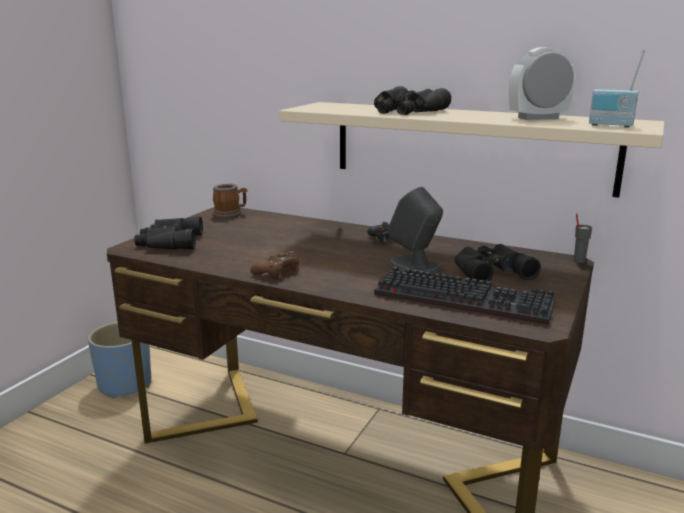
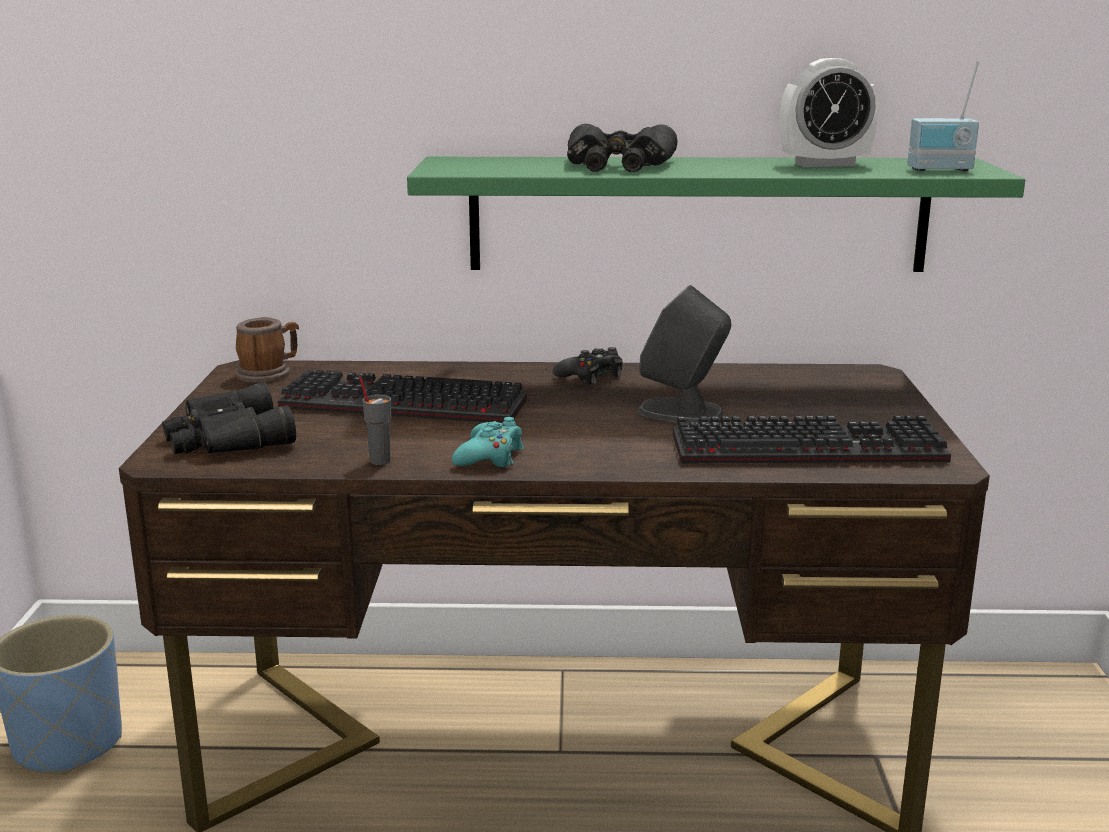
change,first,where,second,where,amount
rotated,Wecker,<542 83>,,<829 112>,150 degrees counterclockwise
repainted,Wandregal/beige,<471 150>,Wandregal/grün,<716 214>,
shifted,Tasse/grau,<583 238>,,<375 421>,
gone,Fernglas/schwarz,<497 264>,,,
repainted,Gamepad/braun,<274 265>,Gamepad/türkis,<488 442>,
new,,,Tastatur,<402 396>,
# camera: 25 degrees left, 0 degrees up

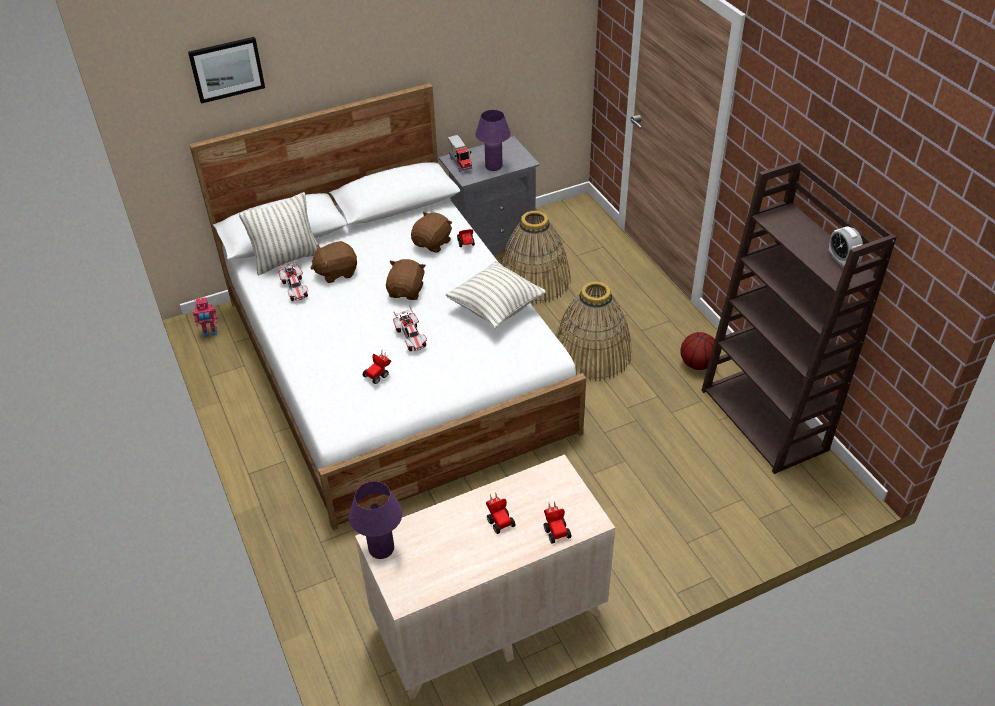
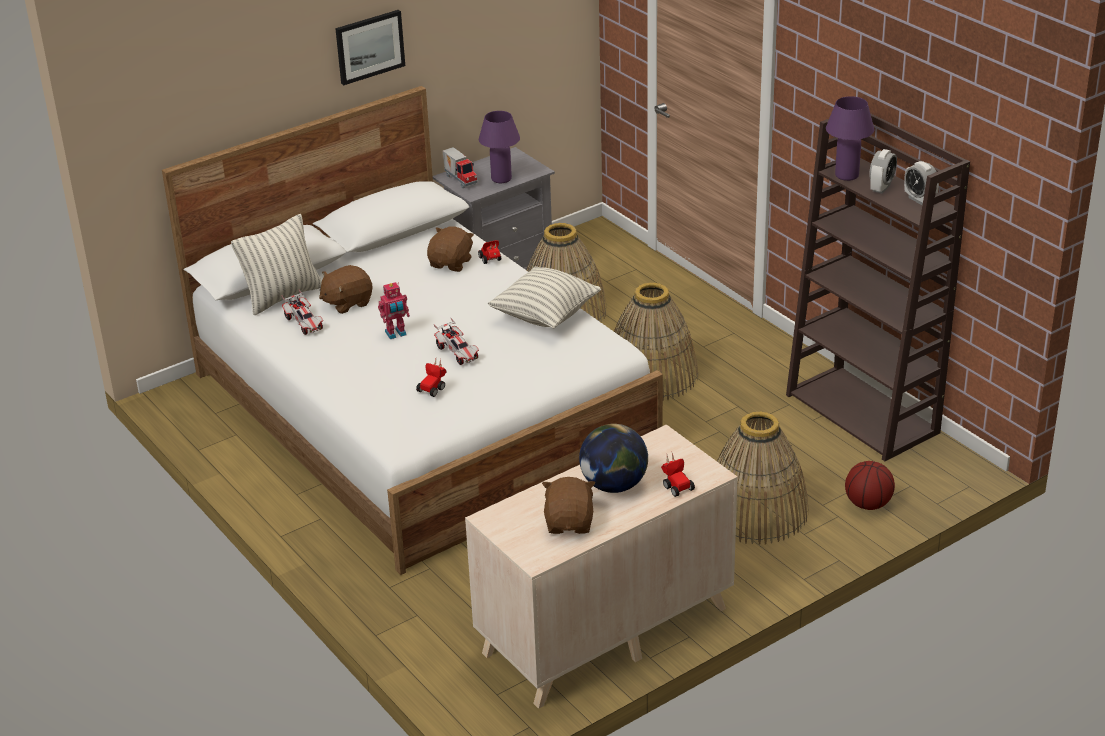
change,first,where,second,where,amount
shifted,Bild,<226 70>,,<370 47>,
shifted,Plüschtier/braun,<406 279>,,<568 505>,
shifted,Spielzeugroboter,<204 317>,,<394 310>,
shifted,Basketball,<697 351>,,<870 485>,
shifted,Tischlampe/lila,<376 520>,,<850 138>,
swapped,Spielzeugauto,<501 513>,Globus,<613 458>,
new,,,Wecker,<883 171>,
new,,,Korb,<762 478>,
# camera: 10 degrees left, 10 degrees down

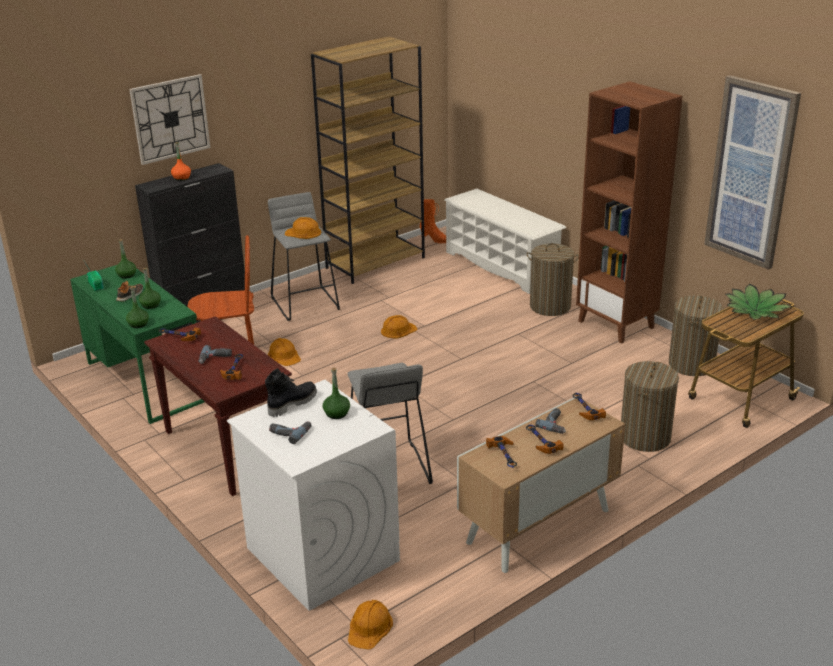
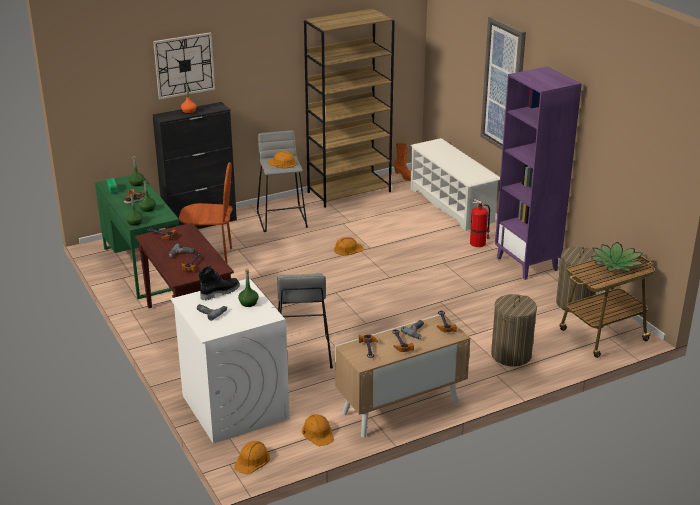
change,first,where,second,where,amount
shifted,Bild,<752 172>,,<503 83>,
repainted,Bücherregal/braun,<629 212>,Bücherregal/lila,<538 173>,
swapped,Wäschekorb,<553 279>,Feuerlöscher,<480 223>,
shifted,Schutzhelm/orange,<284 352>,,<318 430>,
# camera: 10 degrees right, 0 degrees up

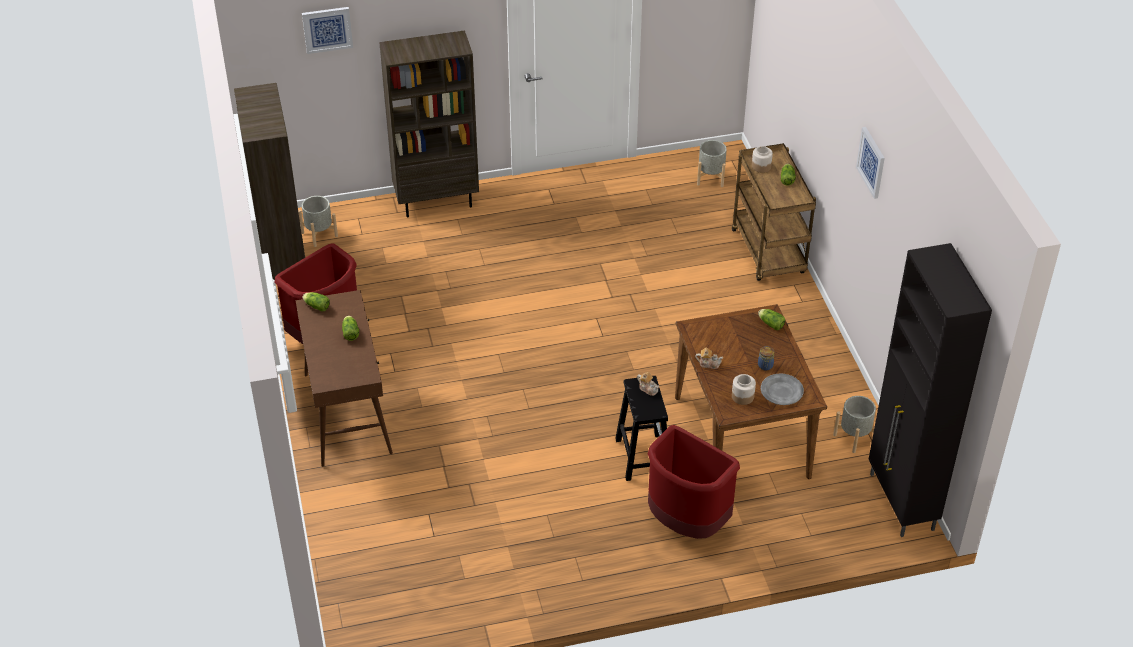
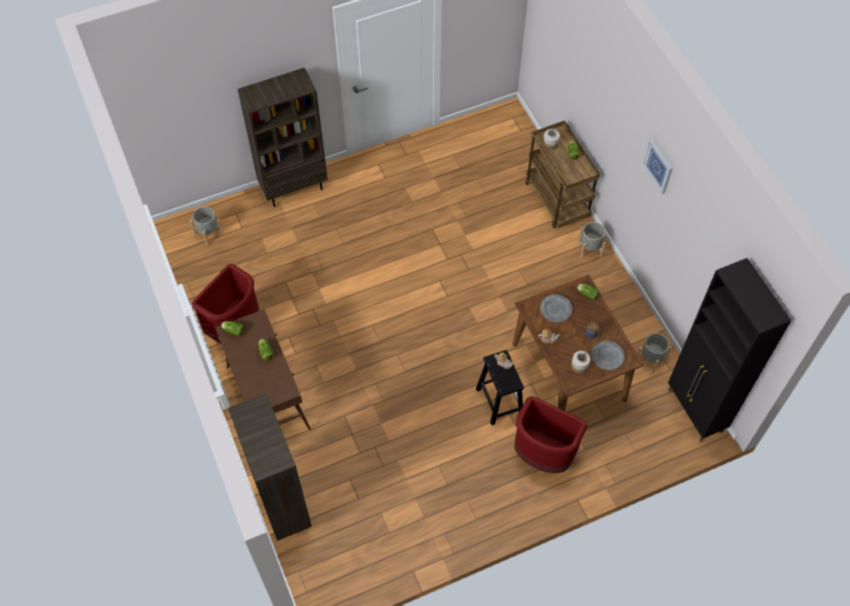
change,first,where,second,where,amount
gone,Bild,<327 30>,,,
shifted,Bücherregal/braun,<269 181>,,<270 467>,
shifted,Pflanzkübel/grau,<712 163>,,<592 240>,
new,,,Teller/grau,<556 308>,
# camera: 10 degrees left, 15 degrees up

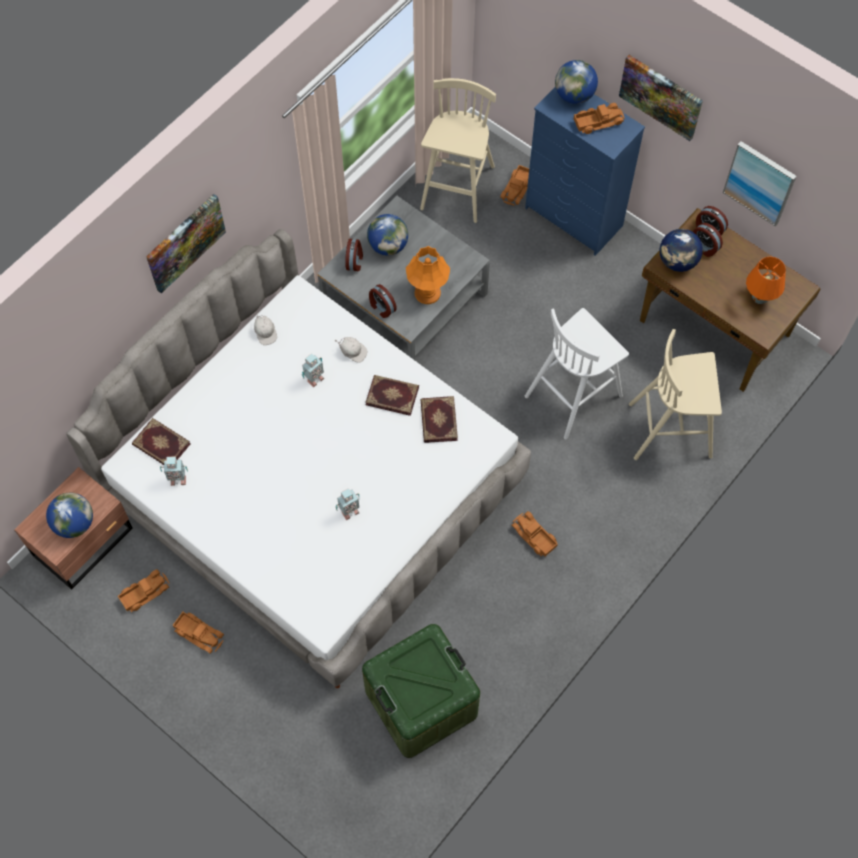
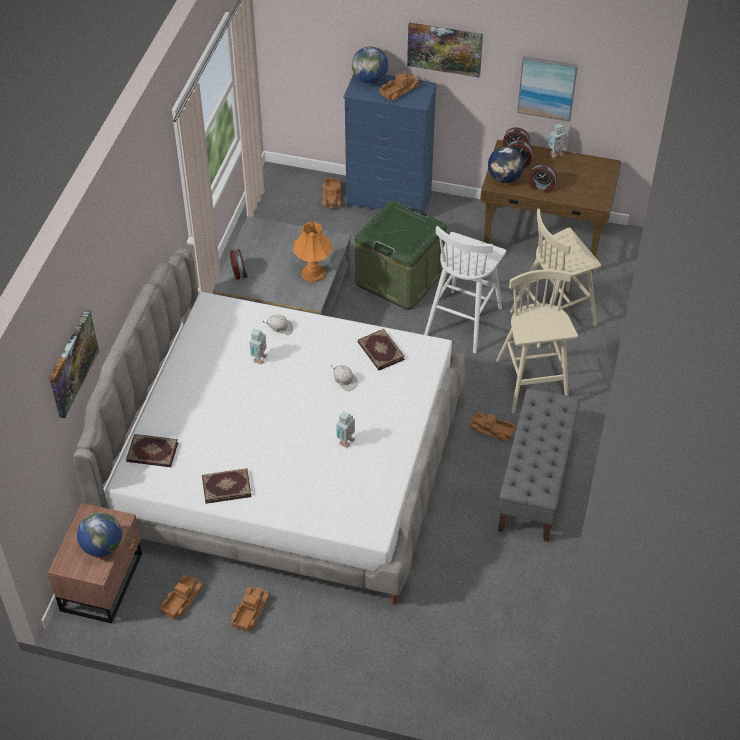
change,first,where,second,where,amount
shifted,Hocker/beige,<458 150>,,<537 341>,
shifted,Bild,<186 243>,,<74 364>,
gone,Globus,<387 235>,,,
gone,Tischlampe/orange,<766 280>,,,
shifted,Wecker,<383 301>,,<543 178>,
shifted,Kappe/weiß,<265 328>,,<344 378>,
shifted,Buch,<392 395>,,<227 486>,
shifted,Spielzeugroboter,<174 471>,,<557 140>,
rotated,Spielzeuglaster,<198 633>,,<250 609>,75 degrees counterclockwise
shifted,Aufbewahrungsbox/grün,<421 691>,,<401 255>,
new,,,Bank/grau,<539 465>,
# camera: 25 degrees left, 15 degrees down

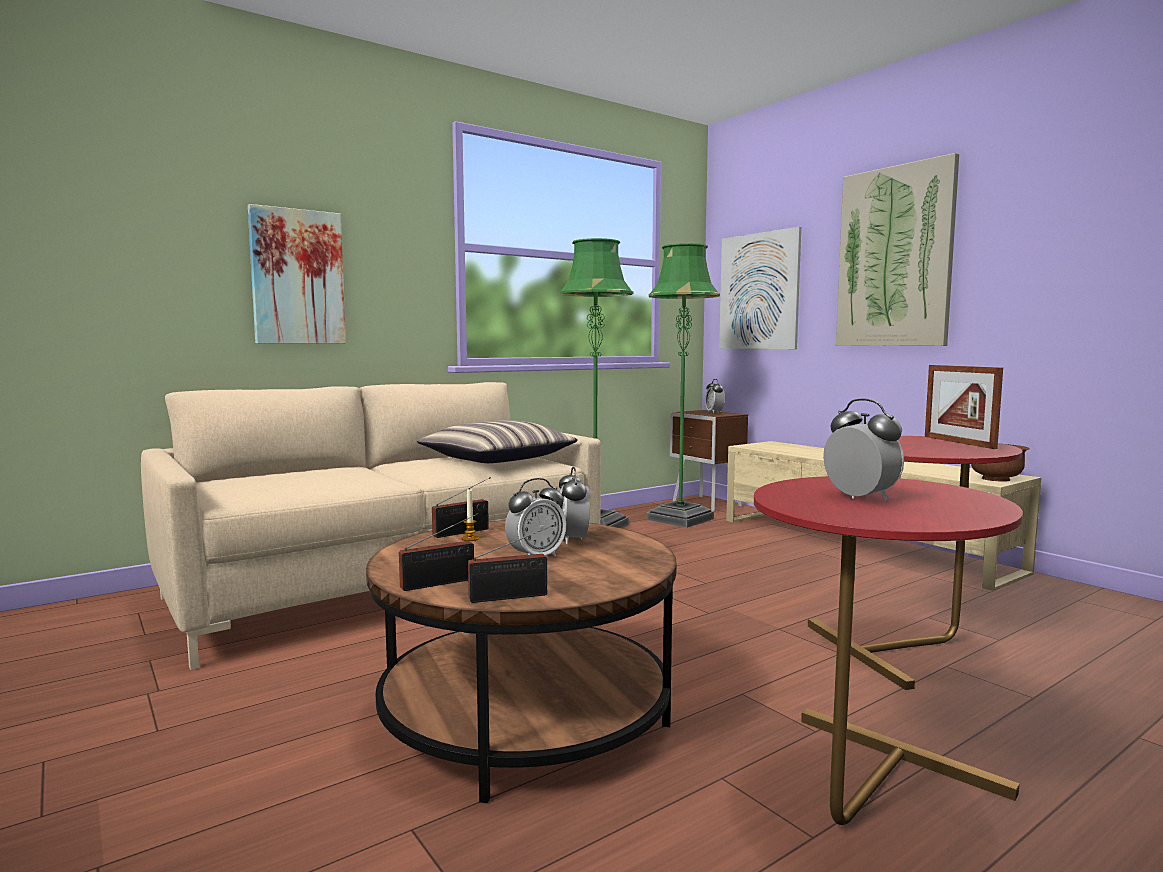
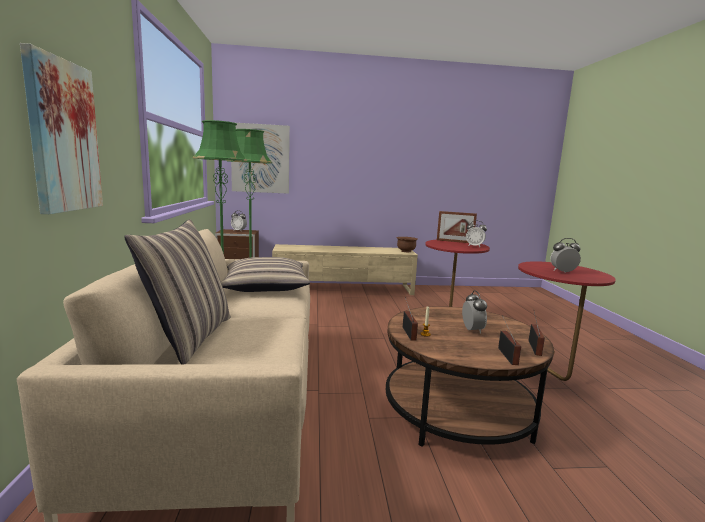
change,first,where,second,where,amount
gone,Bild,<897 249>,,,
shifted,Wecker,<574 505>,,<476 233>,
new,,,Kissen,<177 291>,
# camera: 60 degrees left, 5 degrees up

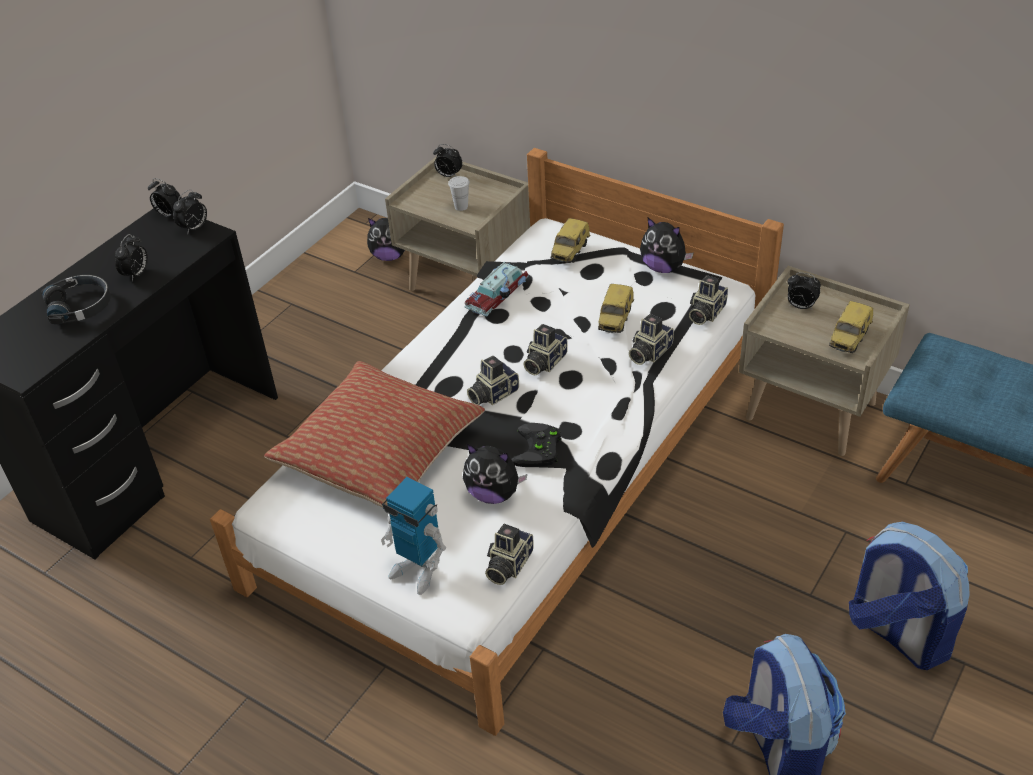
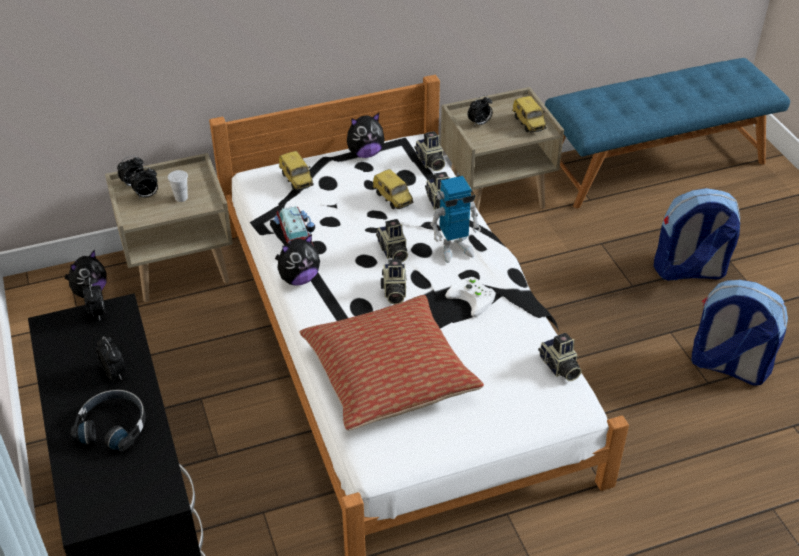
change,first,where,second,where,amount
shifted,Wecker,<165 197>,,<144 182>,
repainted,Gamepad/schwarz,<536 445>,Gamepad/weiß,<470 297>,
shifted,Plüschtier,<495 474>,,<297 260>,
shifted,Spielzeugroboter,<413 536>,,<455 219>,
# camera: 55 degrees left, 0 degrees up

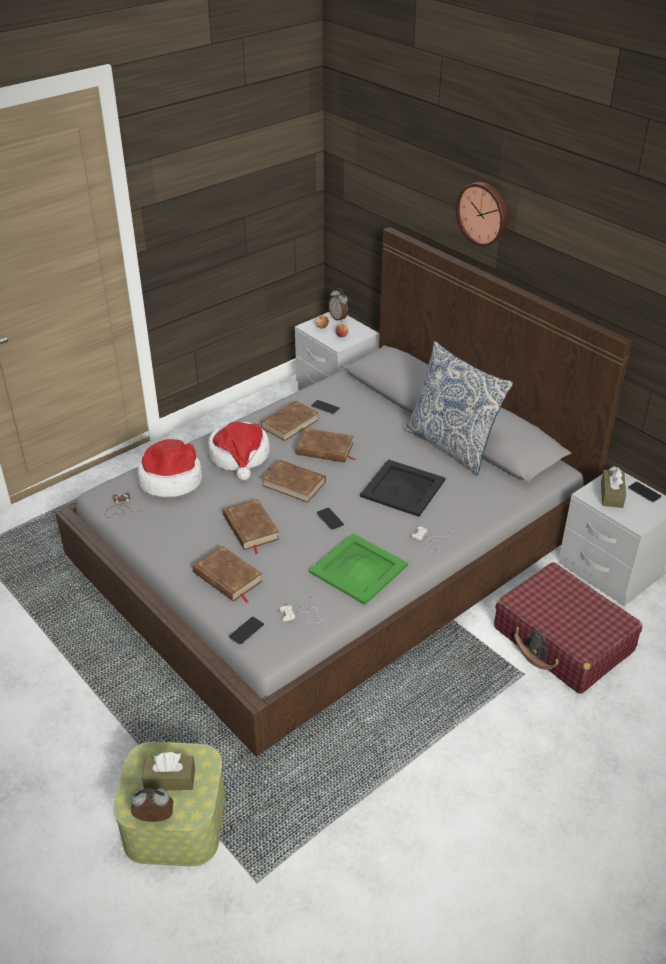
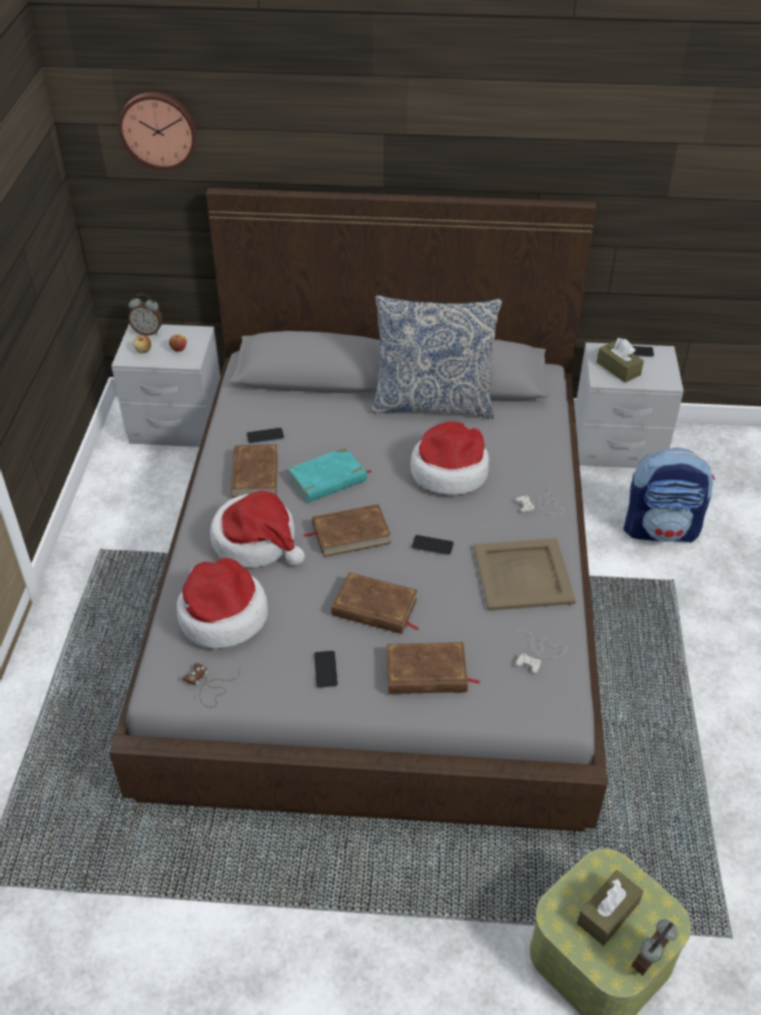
change,first,where,second,where,amount
shifted,Wanduhr,<482 214>,,<158 131>,
repainted,Buch/braun,<326 445>,Buch/türkis,<330 475>,
swapped,Tablett/schwarz,<403 488>,Hut,<449 458>,
repainted,Tablett/grün,<358 569>,Tablett/beige,<525 574>,
swapped,Koffer/rot,<568 628>,Rucksack,<669 495>,
shifted,Handy,<246 631>,,<326 669>,
# camera: 45 degrees left, 5 degrees up

